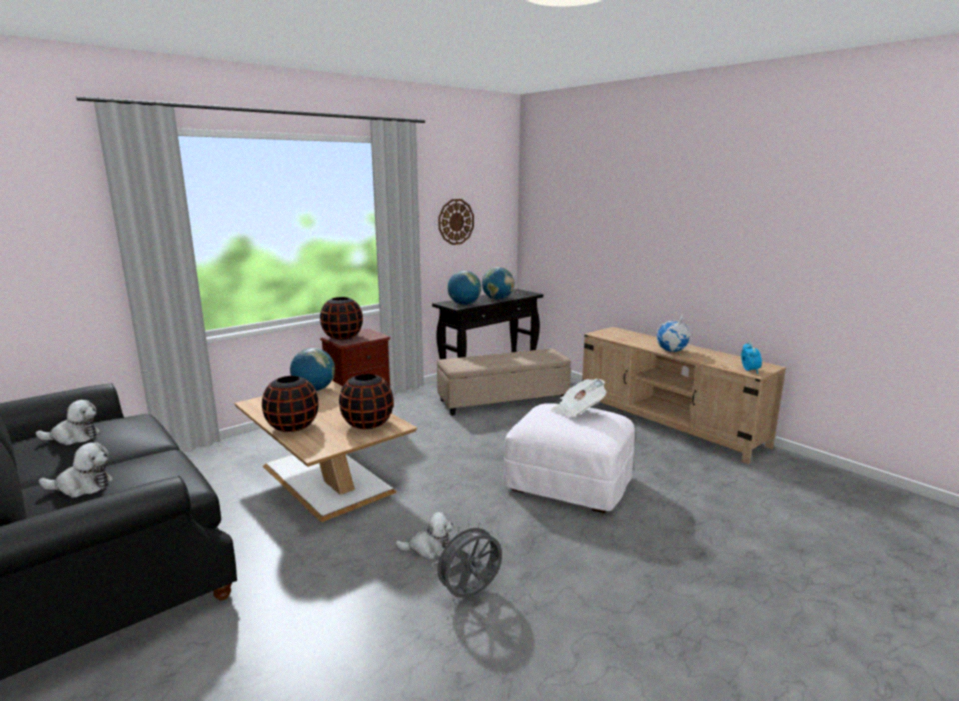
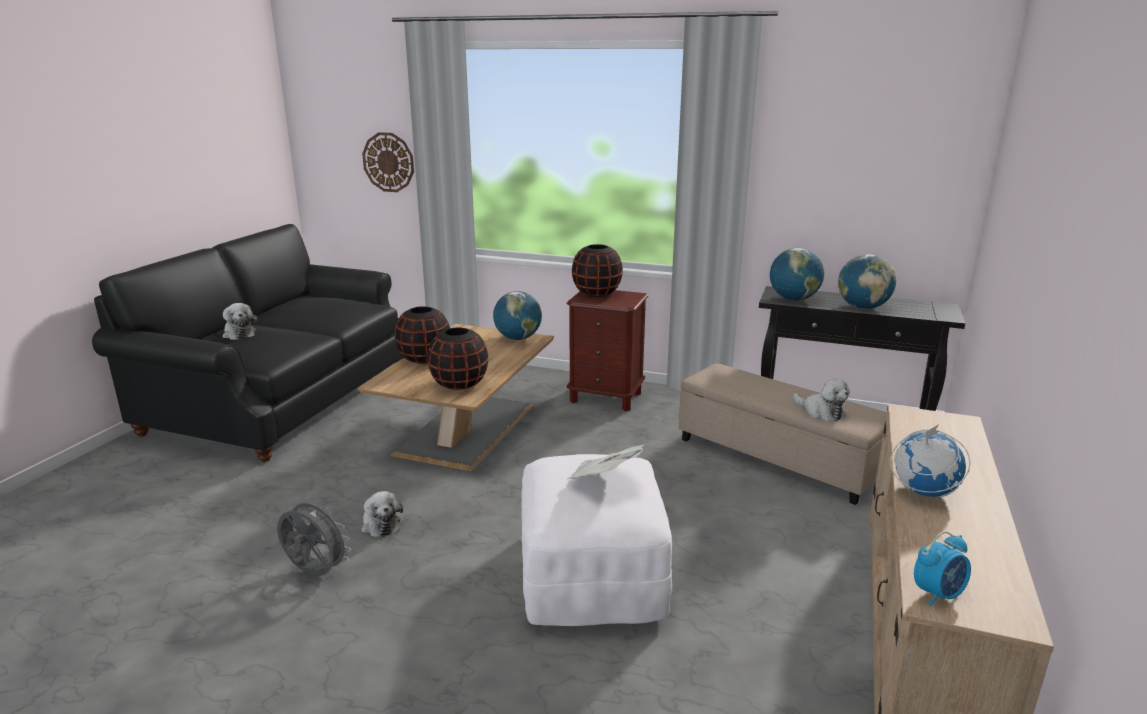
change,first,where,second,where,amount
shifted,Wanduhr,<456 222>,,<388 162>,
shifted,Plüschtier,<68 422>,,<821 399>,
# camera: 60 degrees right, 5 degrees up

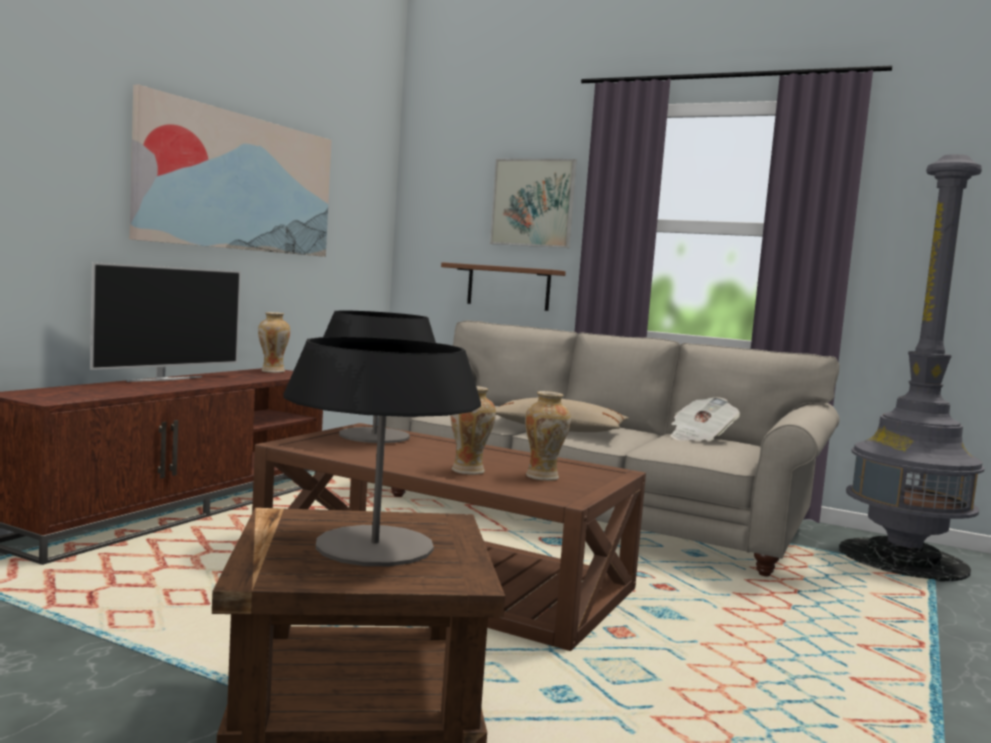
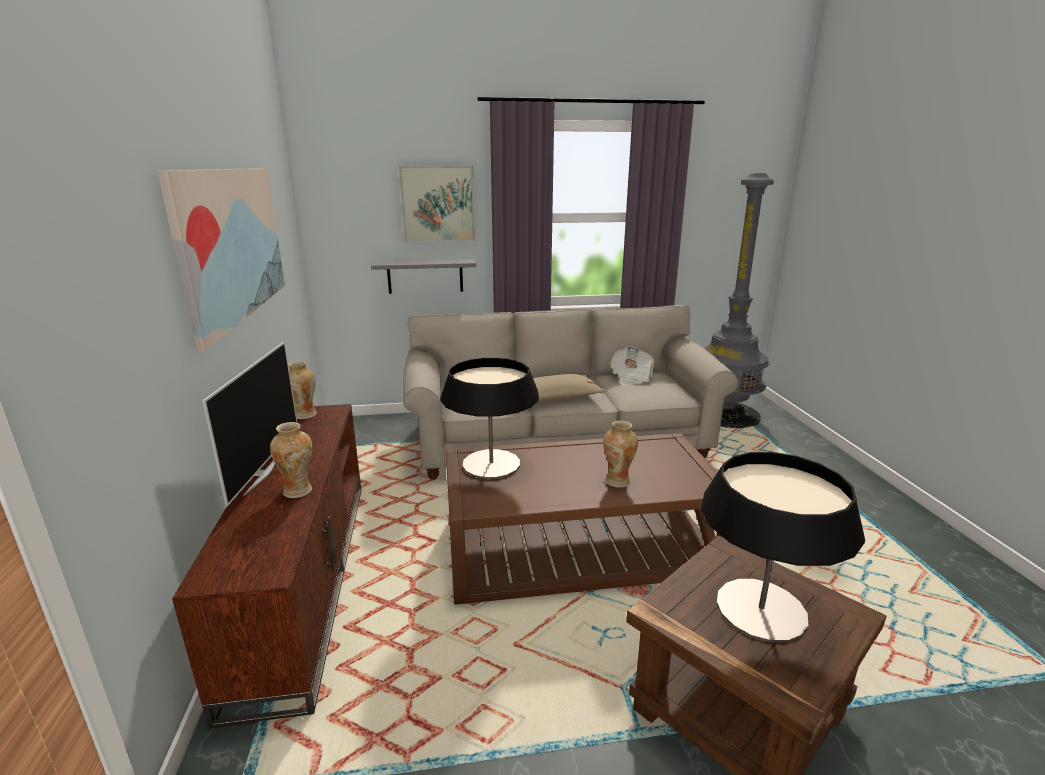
change,first,where,second,where,amount
repainted,Wandregal/braun,<503 286>,Wandregal/grau,<423 276>,
shifted,Vase,<548 436>,,<291 460>,
# camera: 35 degrees left, 15 degrees up

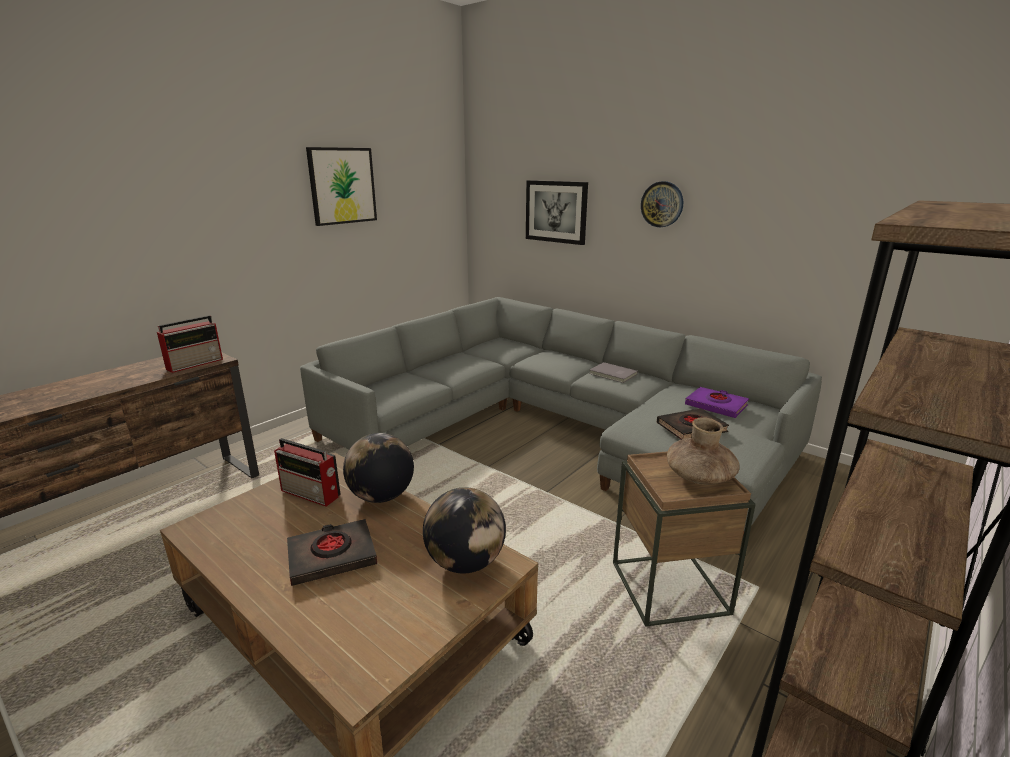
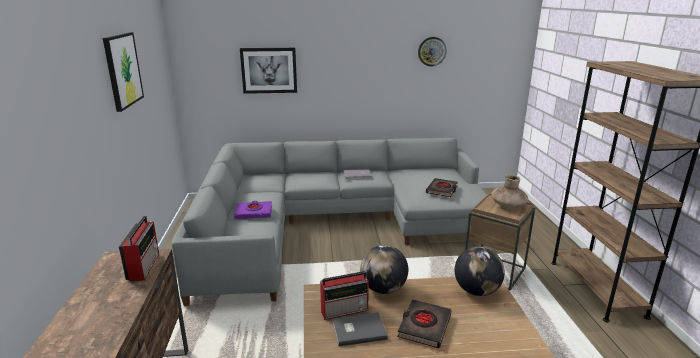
change,first,where,second,where,amount
shifted,Wanduhr,<662 204>,,<432 51>,
shifted,Buch/lila,<717 402>,,<253 210>,
new,,,Buch/grau,<360 329>,
# camera: 45 degrees left, 0 degrees up

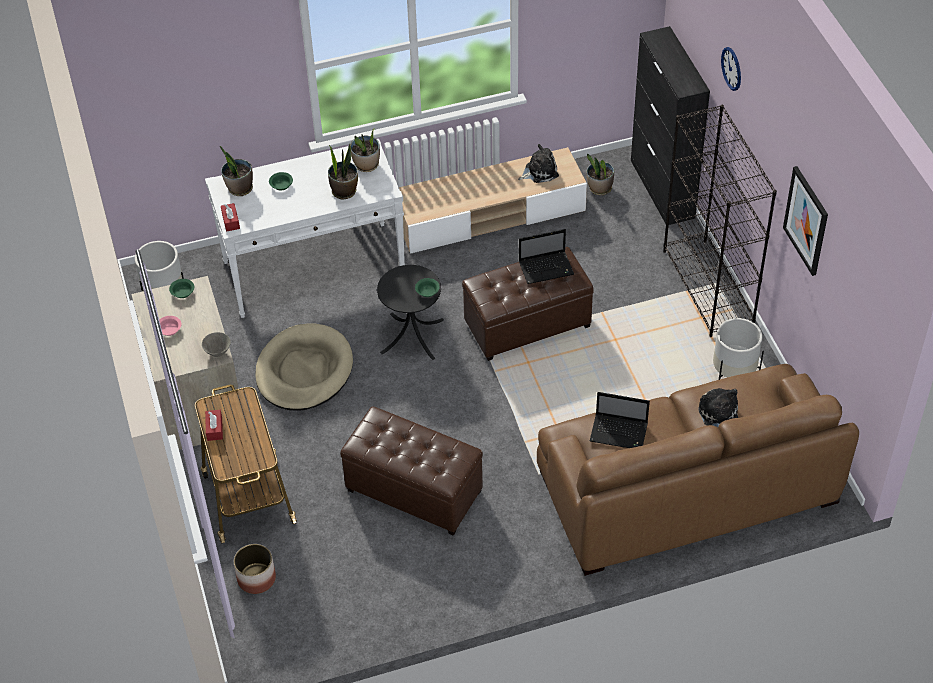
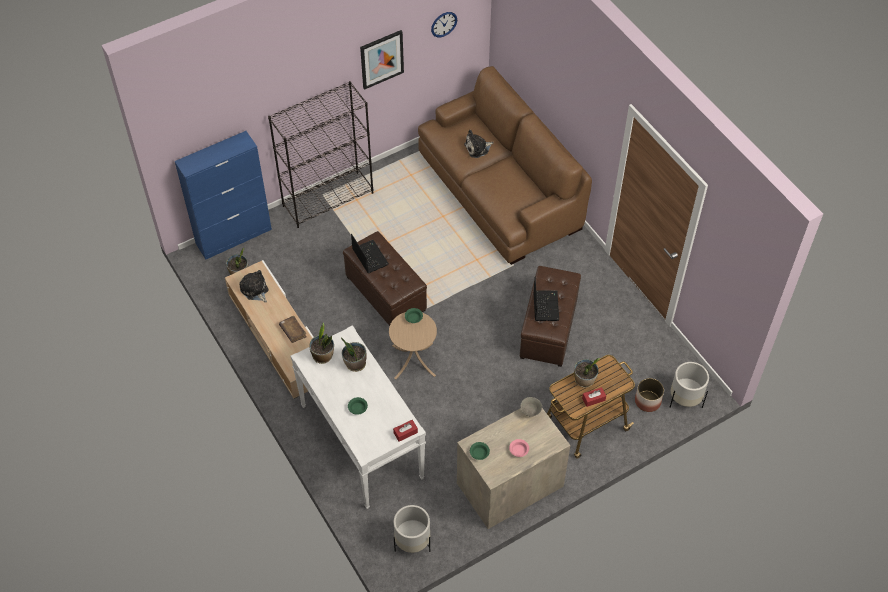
change,first,where,second,where,amount
repainted,Schrank/schwarz,<670 125>,Schrank/blau,<223 195>,
shifted,Wanduhr,<731 69>,,<444 24>,
shifted,Topfpflanze,<236 171>,,<587 373>,
repainted,Beistelltisch/schwarz,<410 312>,Beistelltisch/beige,<413 345>,
shifted,Pflanzkübel/weiß,<738 349>,,<689 385>,
gone,Hundebett/beige,<304 367>,,,
shifted,Laptop,<620 420>,,<546 299>,
new,,,Buch/braun,<293 329>,
# camera: 105 degrees left, 5 degrees up

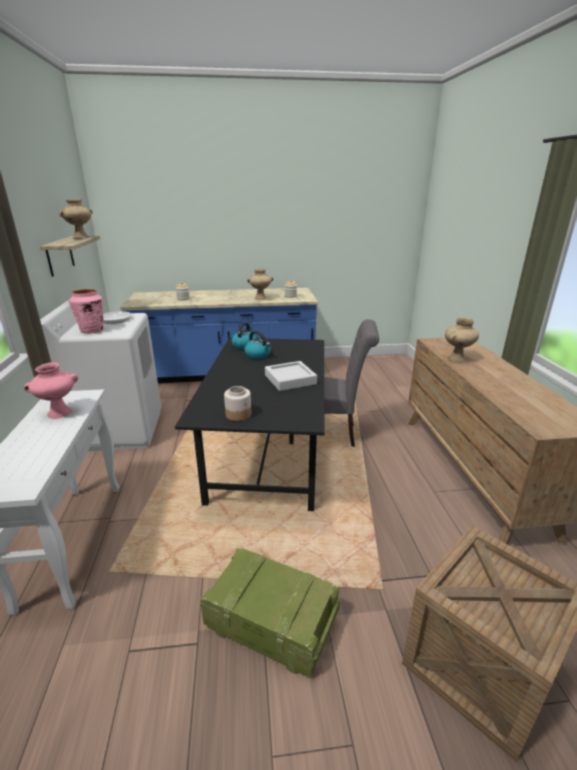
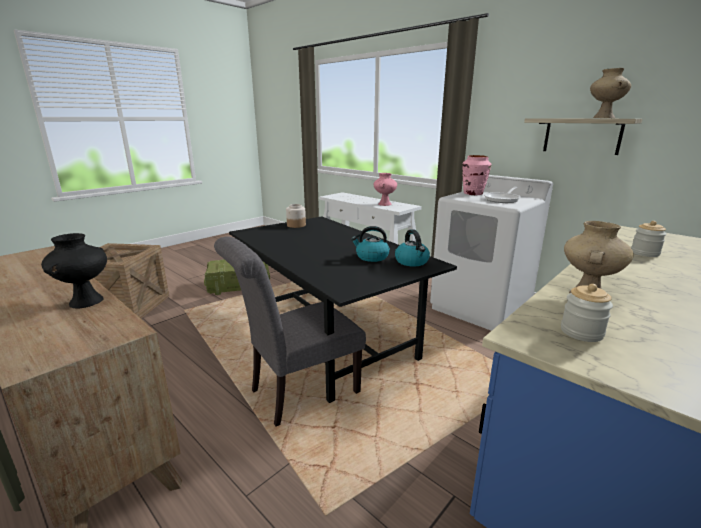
change,first,where,second,where,amount
repainted,Vase/beige,<462 340>,Vase/schwarz,<74 271>,
gone,Tablett/grau,<291 376>,,,
# camera: 140 degrees right, 5 degrees down

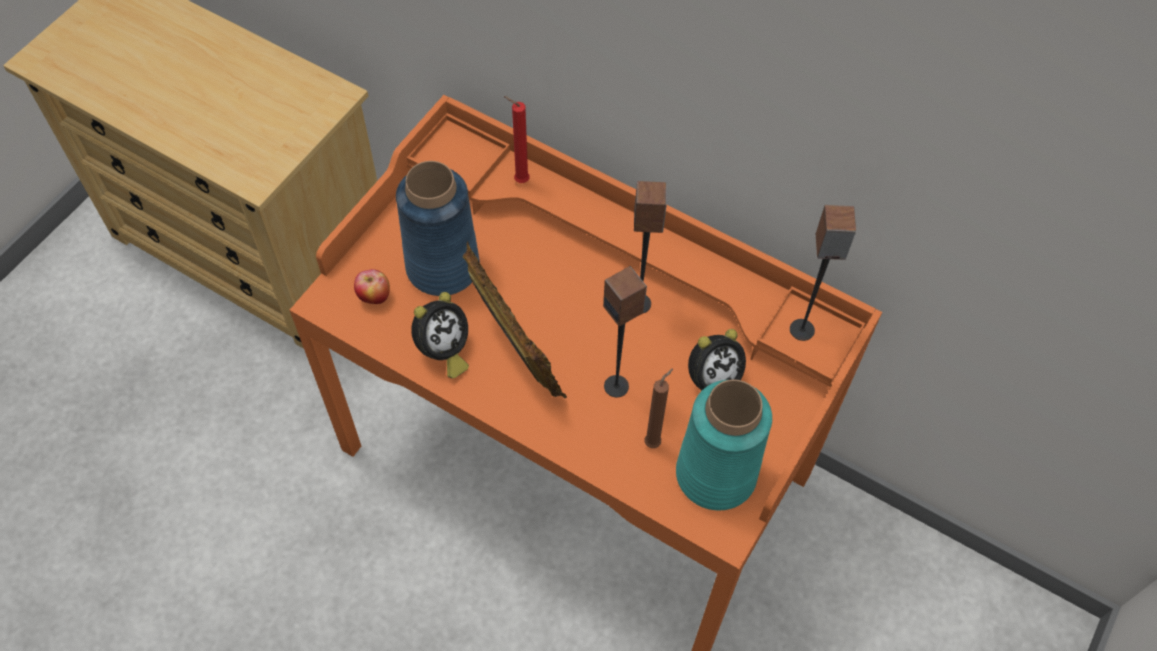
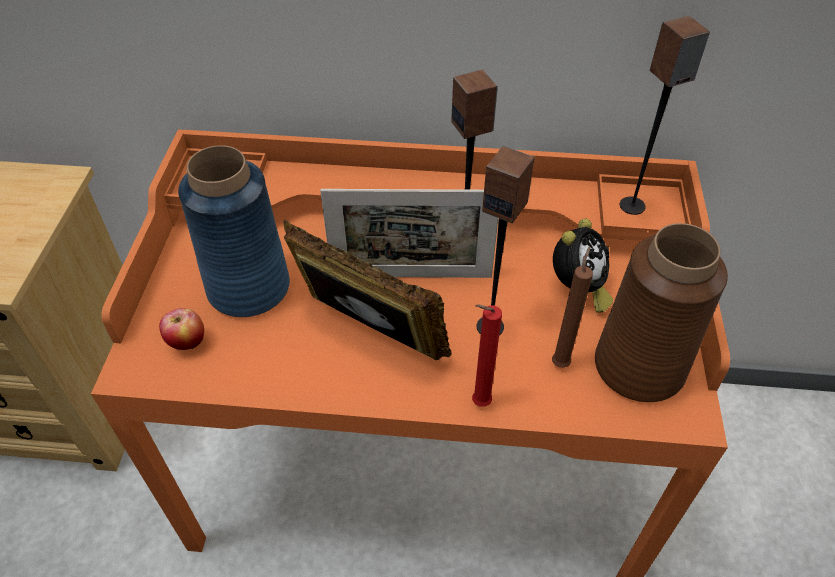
change,first,where,second,where,amount
shifted,Kerze/rot,<517 139>,,<487 355>,
gone,Wecker,<440 335>,,,
repainted,Vase/türkis,<724 445>,Vase/braun,<661 312>,
new,,,Bilderrahmen,<409 233>,
# camera: 25 degrees left, 10 degrees down

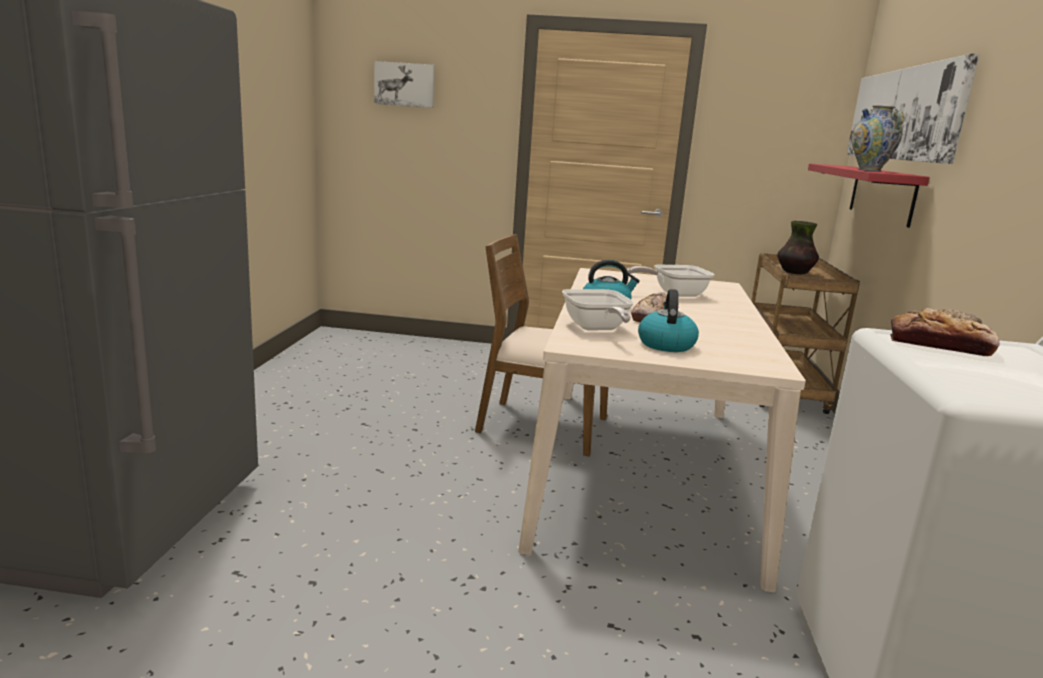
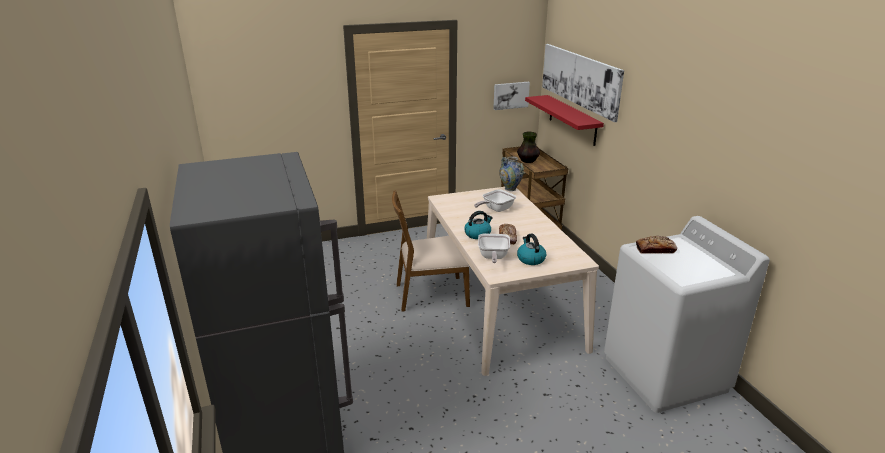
change,first,where,second,where,amount
shifted,Bild,<404 84>,,<511 96>,
shifted,Vase,<877 138>,,<511 173>,
rotated,Pfanne,<598 309>,,<494 248>,45 degrees clockwise
# camera: 25 degrees left, 10 degrees up

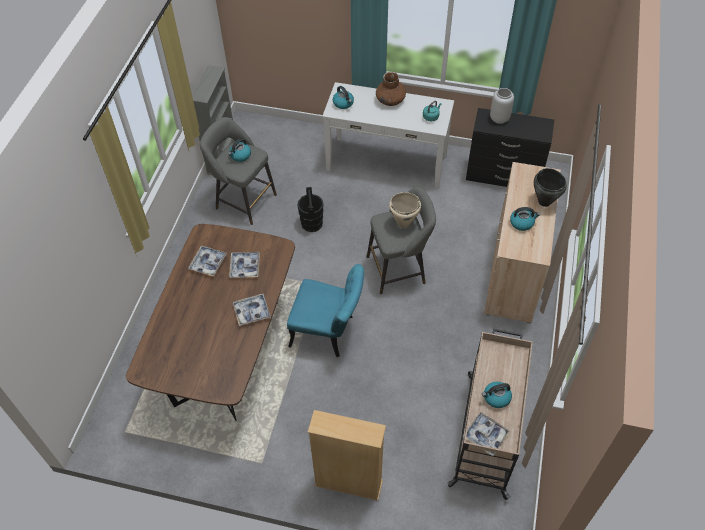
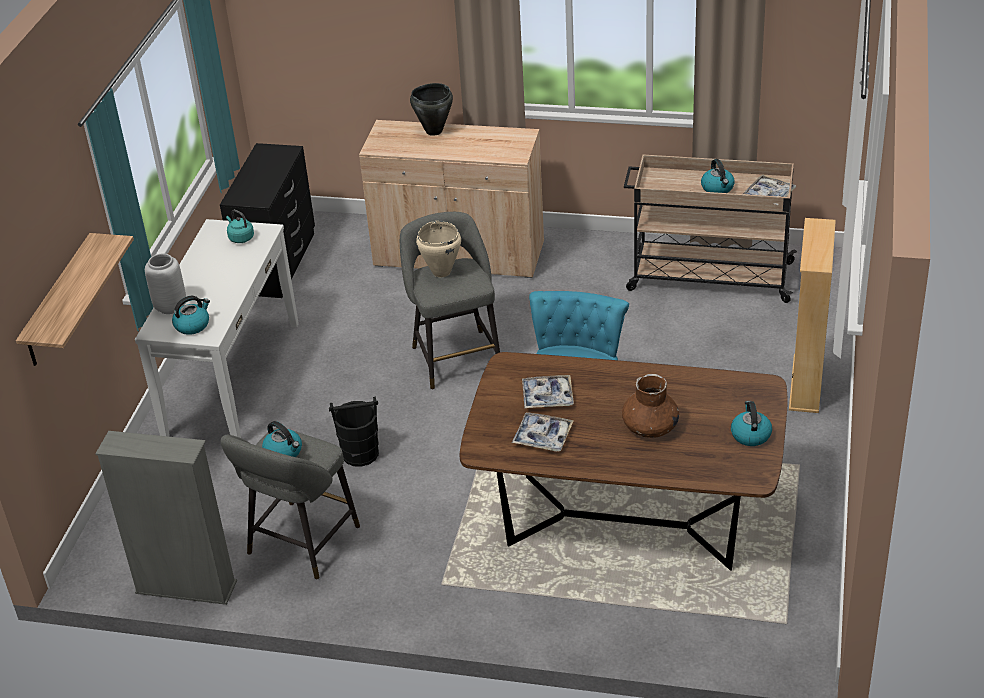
change,first,where,second,where,amount
shifted,Vase/braun,<391 89>,,<650 406>,
shifted,Vase/grau,<502 106>,,<165 283>,
shifted,Wasserkessel,<525 219>,,<751 423>,
gone,Tablett,<252 310>,,,
new,,,Wandregal,<75 299>,
# camera: 90 degrees left, 15 degrees down

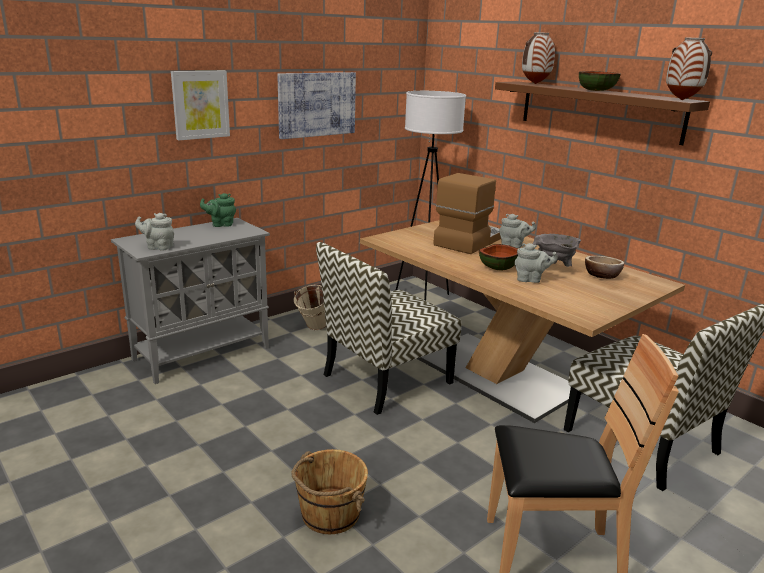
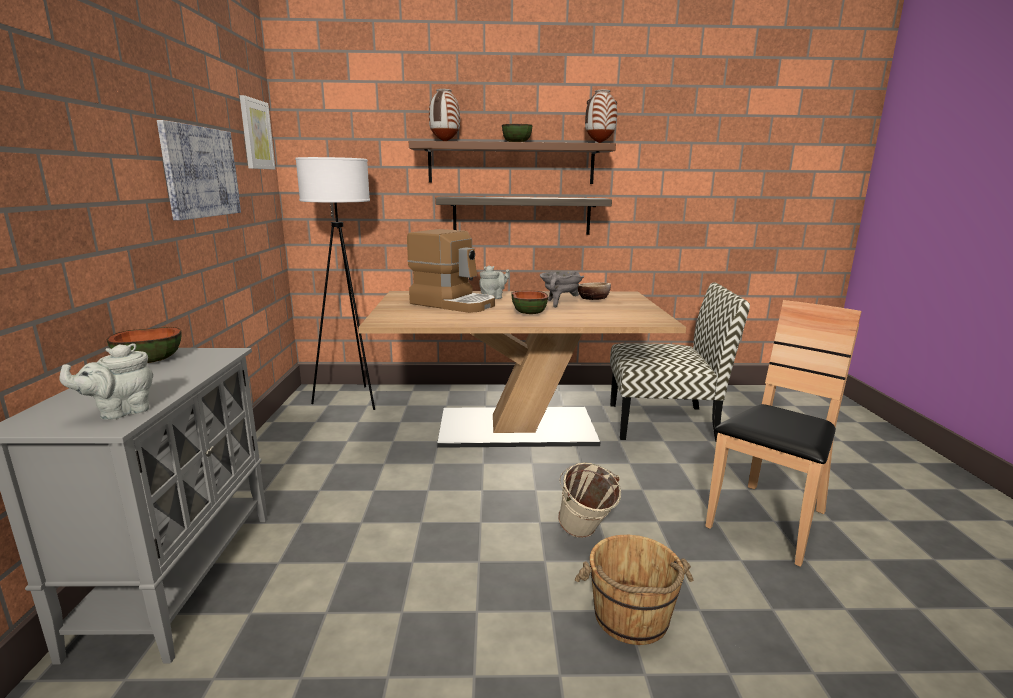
change,first,where,second,where,amount
shifted,Bild,<200 105>,,<257 132>,
rotated,Kaffeemaschine,<467 213>,,<451 271>,135 degrees clockwise
swapped,Teekanne/grün,<218 210>,Schüssel,<144 345>,
gone,Stuhl,<388 328>,,,
gone,Teekanne/grau,<536 263>,,,
shifted,Eimer/beige,<310 307>,,<589 500>,
new,,,Wandregal,<523 216>,
# camera: 50 degrees left, 5 degrees down

